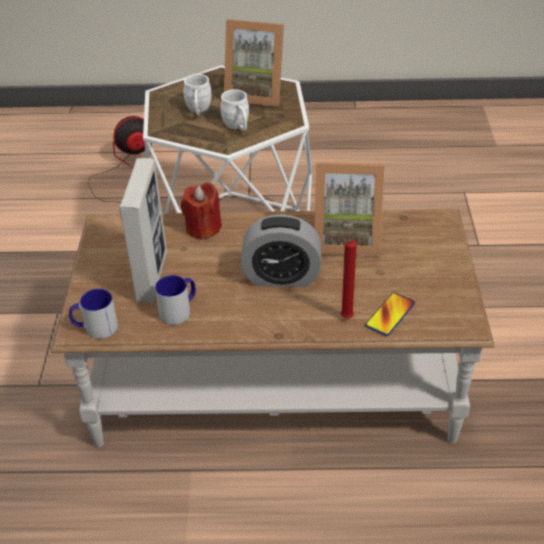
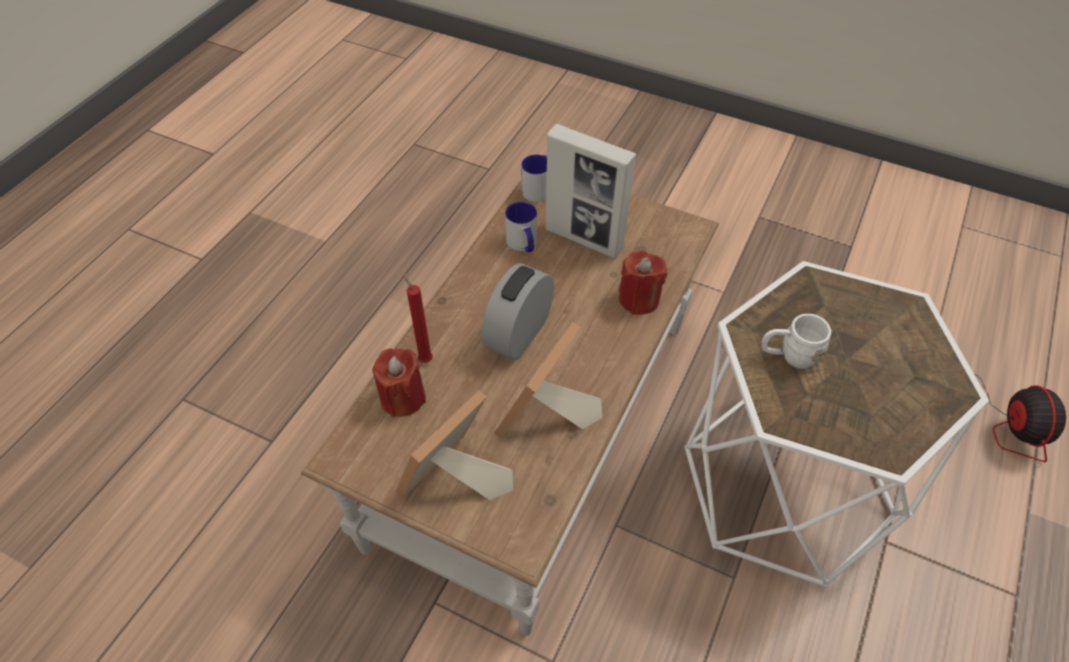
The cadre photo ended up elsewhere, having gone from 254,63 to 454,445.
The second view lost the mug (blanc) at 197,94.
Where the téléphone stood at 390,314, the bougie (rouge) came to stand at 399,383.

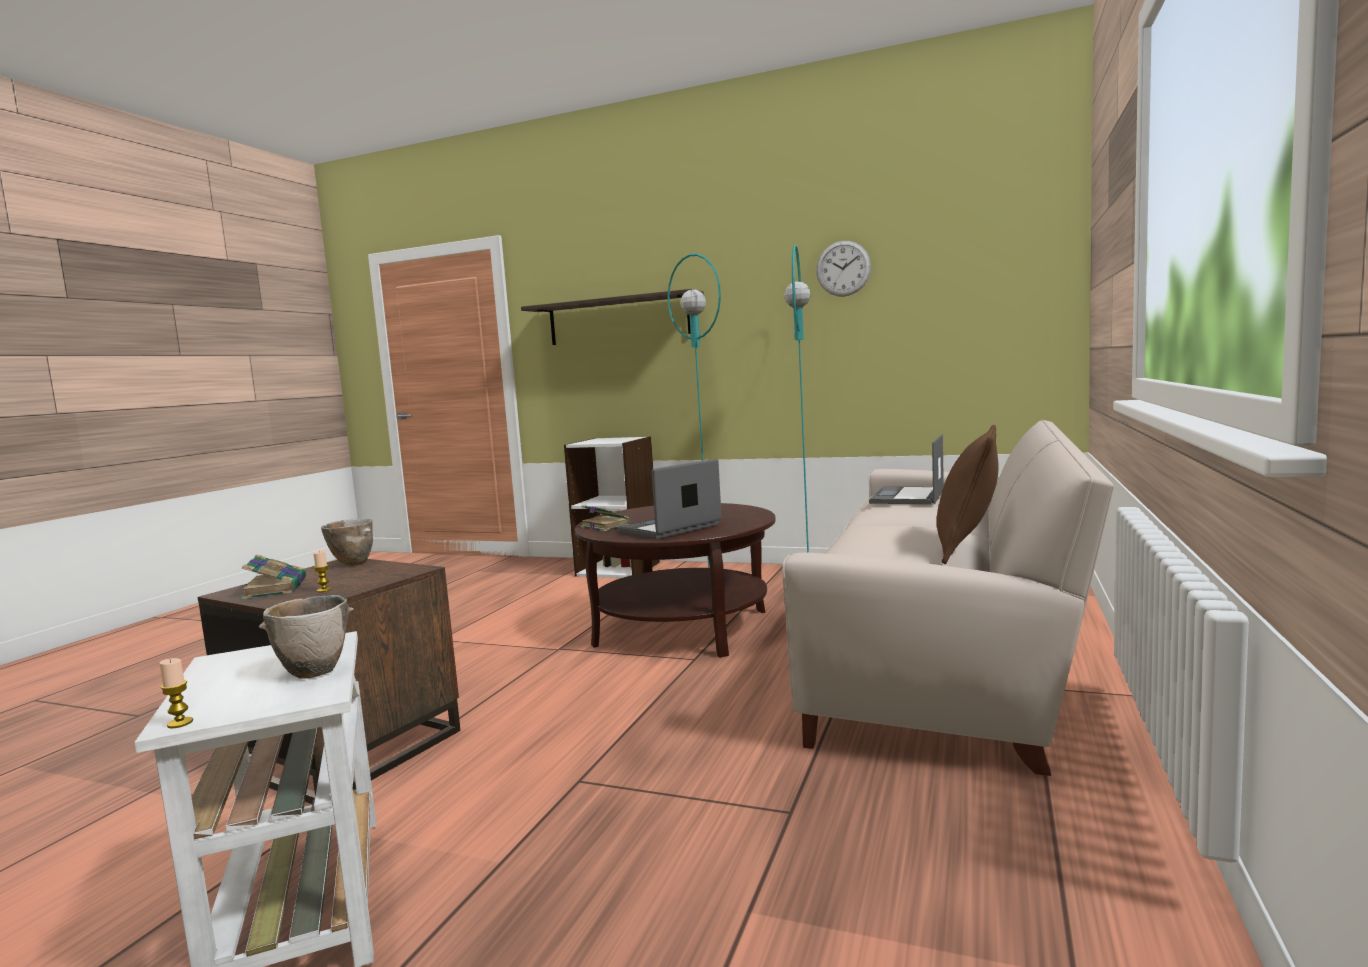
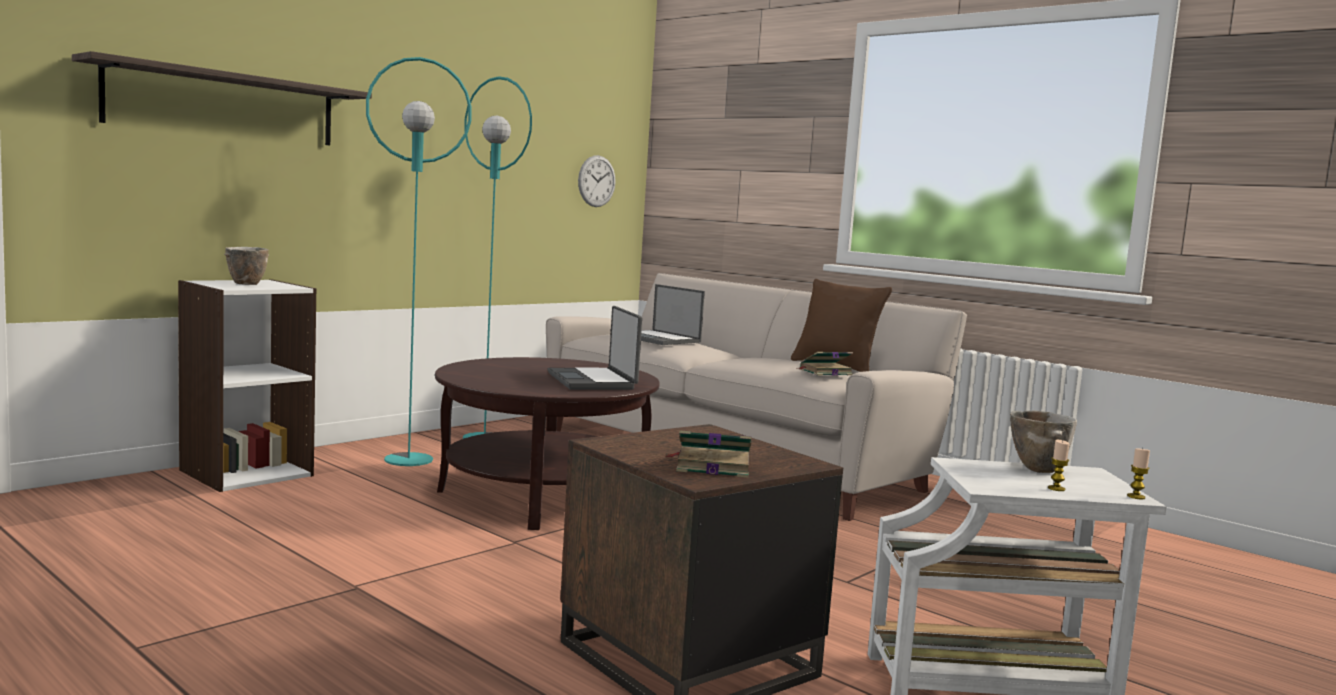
The horloge murale ended up elsewhere, having gone from 843,269 to 597,181.
The livre ended up elsewhere, having gone from 605,518 to 825,364.
The bol ended up elsewhere, having gone from 347,542 to 246,266.
The bougie ended up elsewhere, having gone from 322,571 to 1058,465.

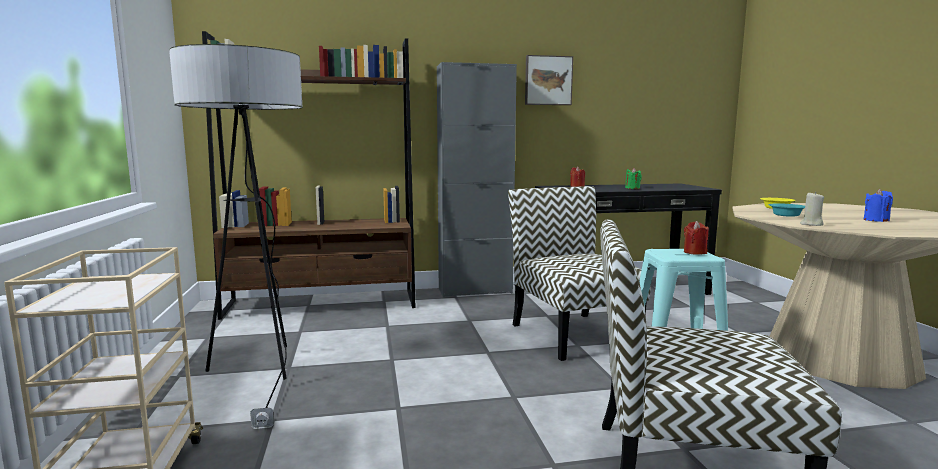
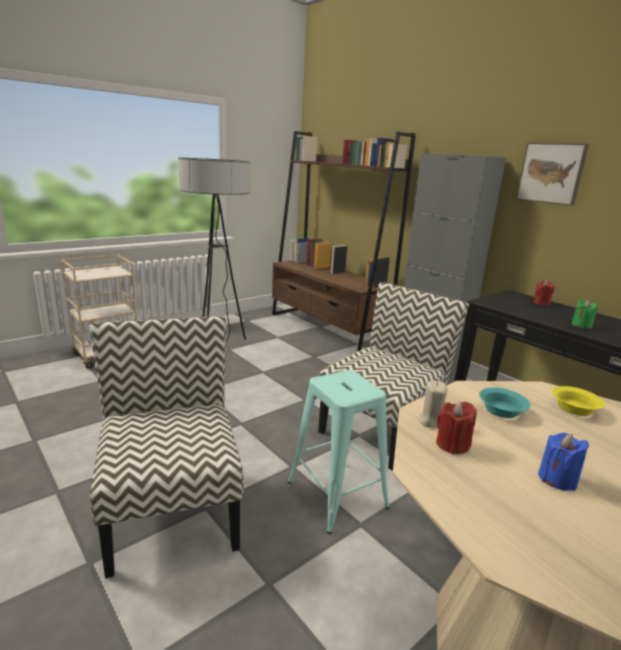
The bougie (rouge) ended up elsewhere, having gone from 696,238 to 456,428.

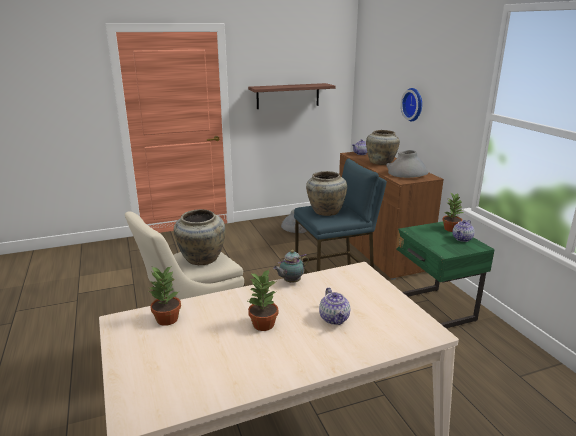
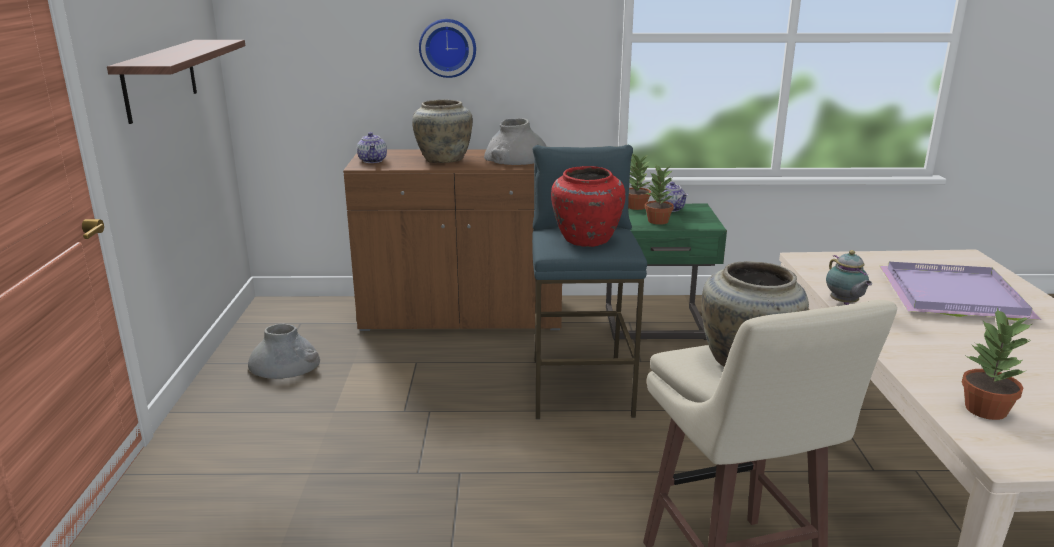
What was the vase (beige) at 326,193 turned into the vase (rouge) at 588,206.
The plante en pot ended up elsewhere, having gone from 263,300 to 659,195.
Where the théière stood at 334,306, the plateau (violet) came to stand at 961,291.

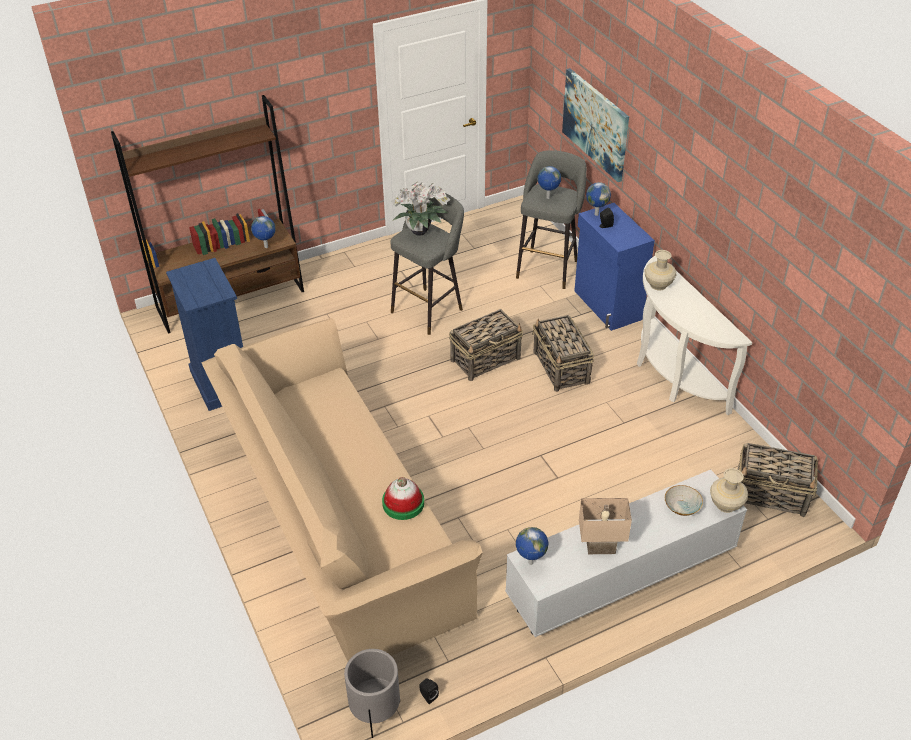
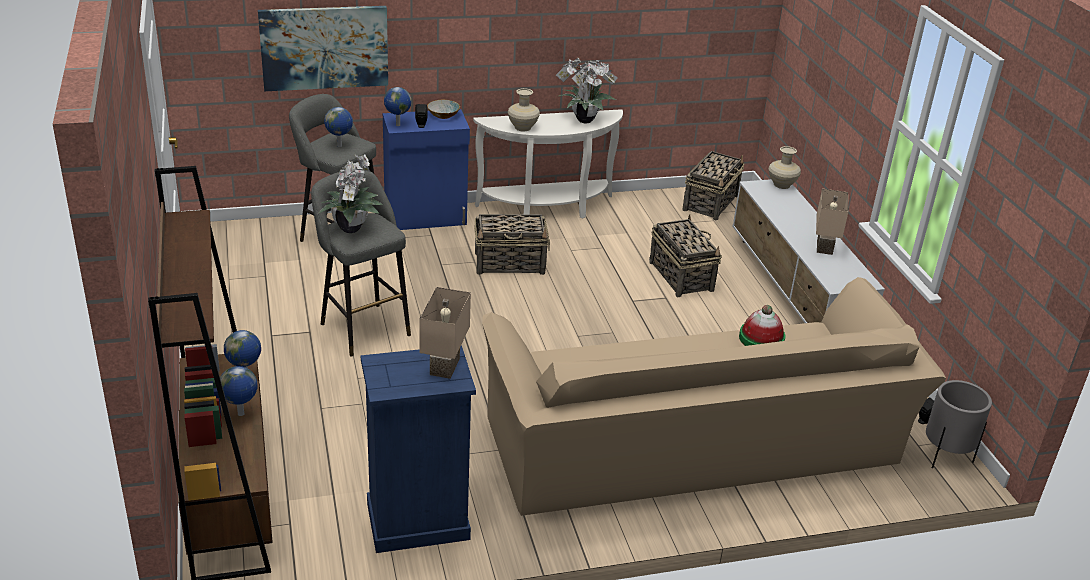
The panier ended up elsewhere, having gone from 486,345 to 685,255.
The bol ended up elsewhere, having gone from 684,500 to 443,109.
The globe ended up elsewhere, having gone from 532,546 to 239,391.
The second view gained the plante en pot at 587,90.
The second view gained the lampe de table (beige) at 445,333.

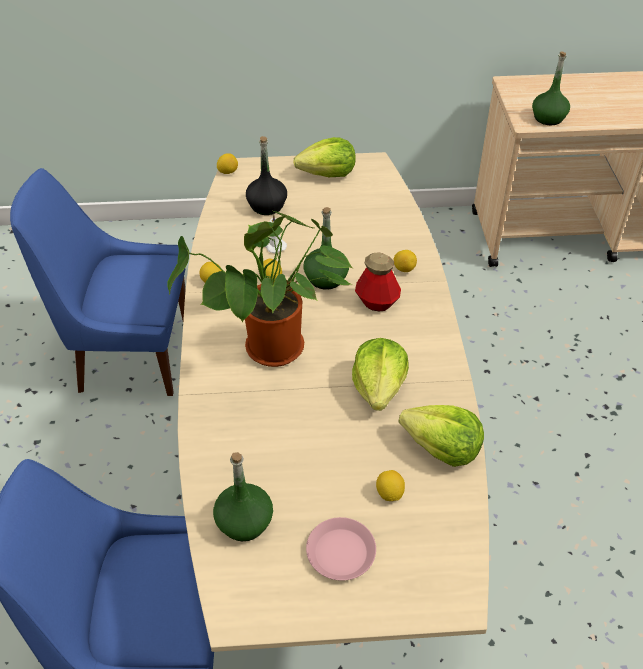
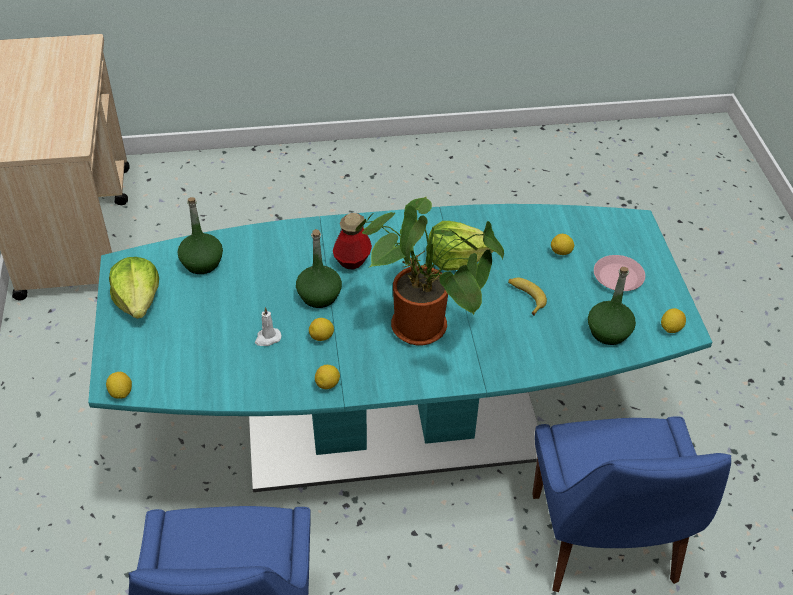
The bouteille (vert) ended up elsewhere, having gone from 551,88 to 200,235.
The second view lost the bouteille (noir) at 266,175.
What was the table à manger (beige) at 333,402 turned into the table à manger (turquoise) at 400,348.
The citron ended up elsewhere, having gone from 405,261 to 673,320.
The second view lost the laitue at 441,436.
The second view gained the banane at 527,297.

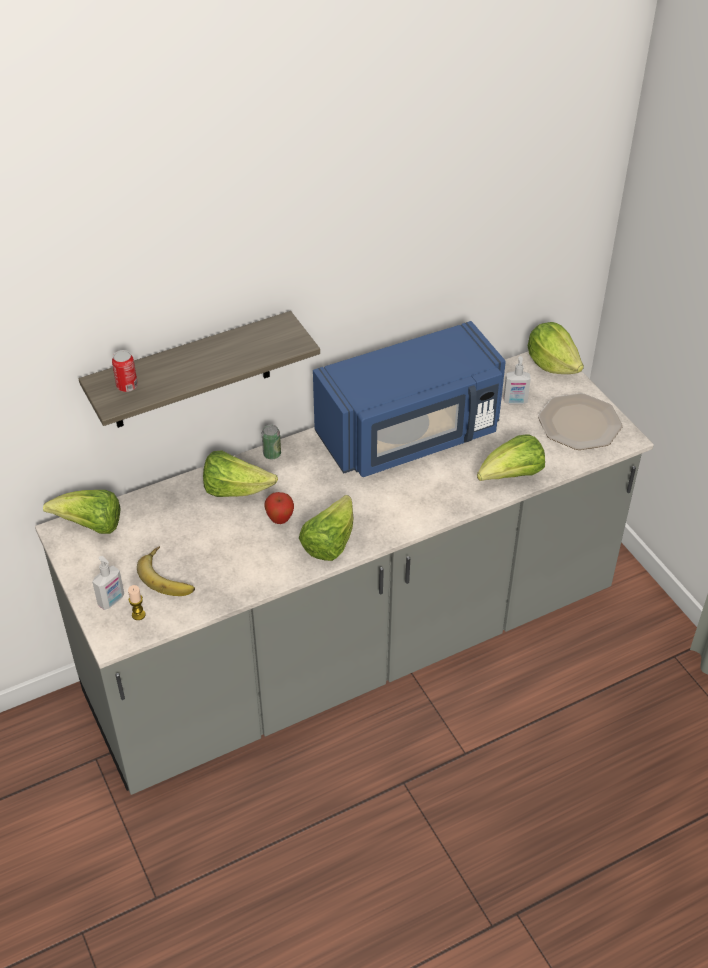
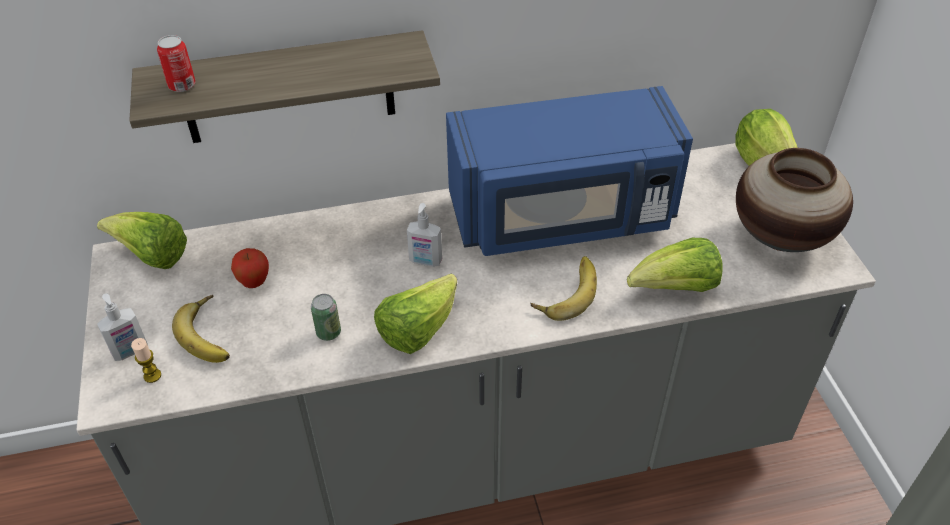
The distributeur de savon ended up elsewhere, having gone from 517,380 to 424,235.
Where the assiette stood at 580,421, the vase came to stand at 794,200.
The boîte métallique ended up elsewhere, having gone from 271,441 to 326,317.
The second view lost the laitue at 240,473.
The pomme ended up elsewhere, having gone from 279,508 to 250,268.
The second view gained the banane at 563,288.

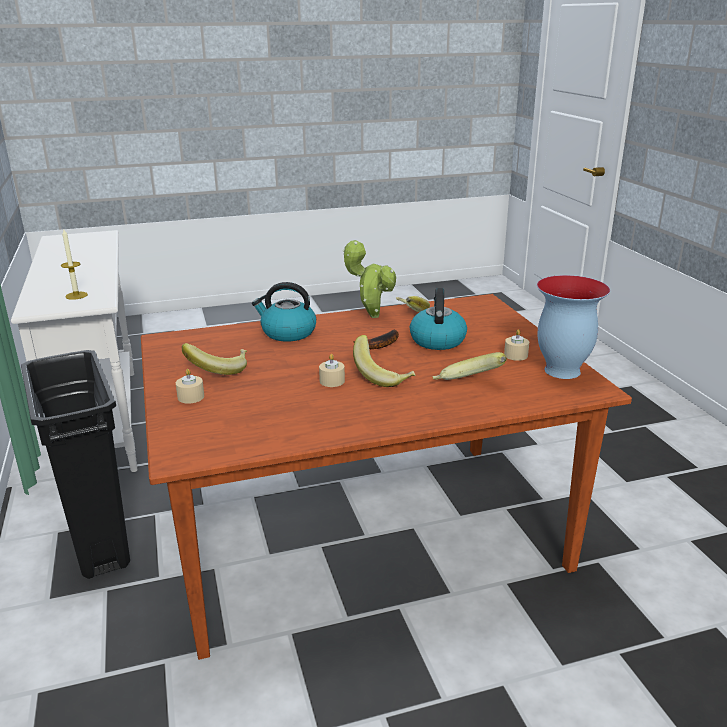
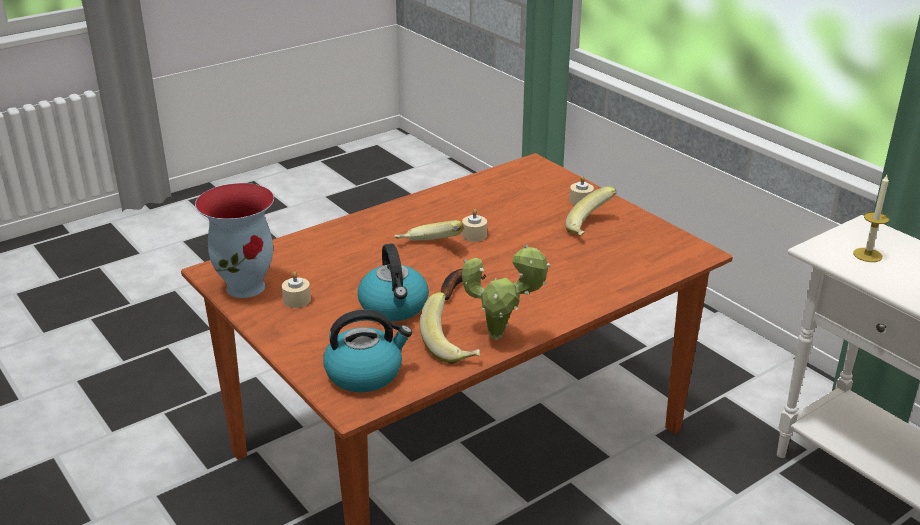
The bouilloire ended up elsewhere, having gone from 284,311 to 367,350.
The second view lost the poubelle (noir) at 75,464.
The second view lost the banane at 470,366.

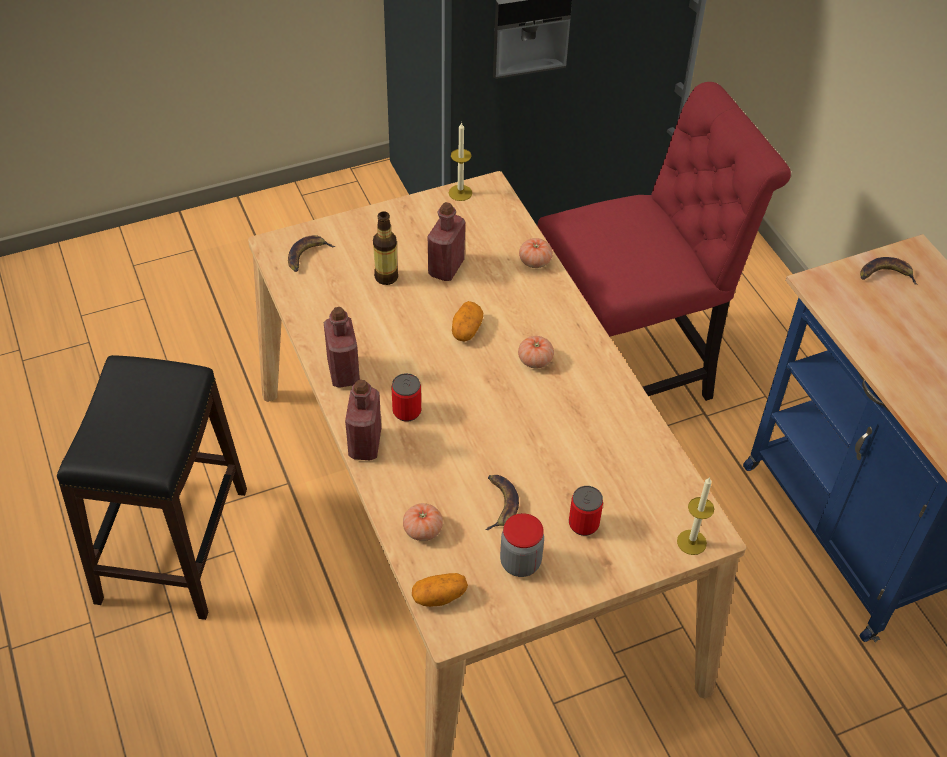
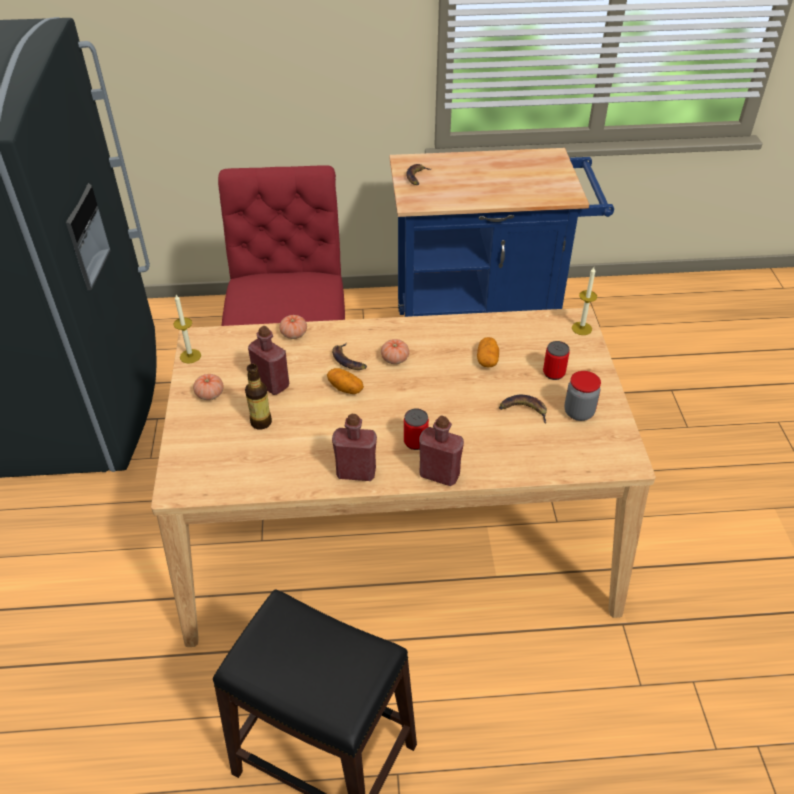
The banane ended up elsewhere, having gone from 311,253 to 349,356.
The tomate ended up elsewhere, having gone from 423,522 to 208,387.
The pomme de terre ended up elsewhere, having gone from 440,590 to 488,352.

